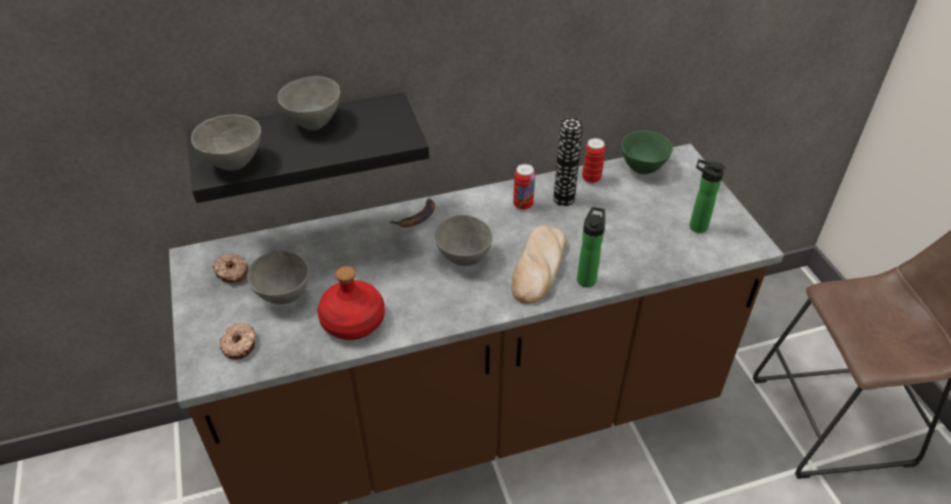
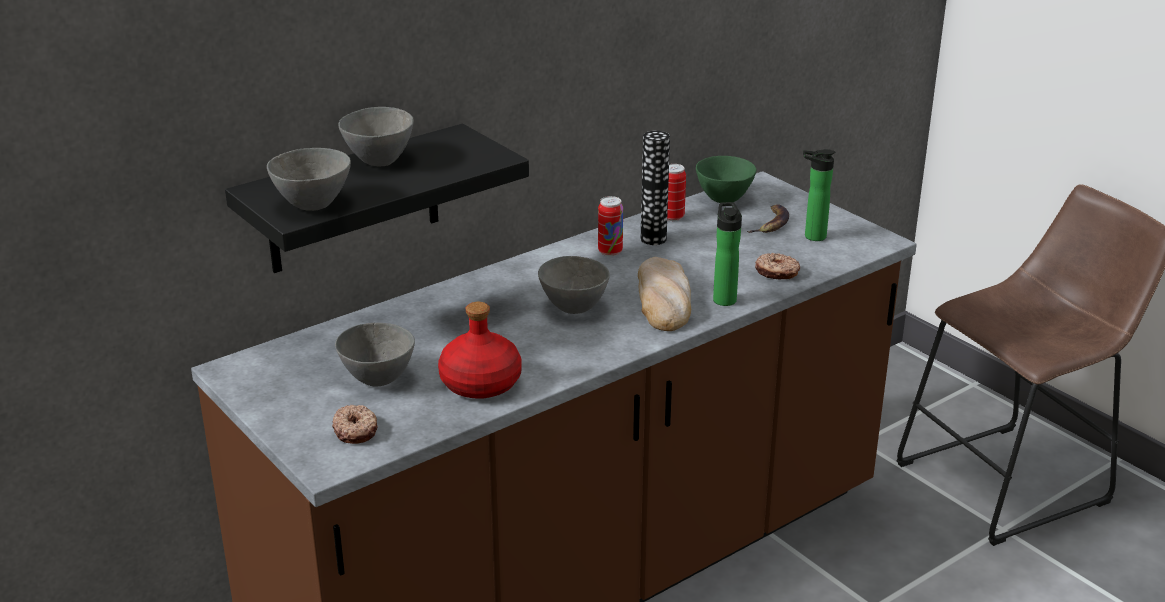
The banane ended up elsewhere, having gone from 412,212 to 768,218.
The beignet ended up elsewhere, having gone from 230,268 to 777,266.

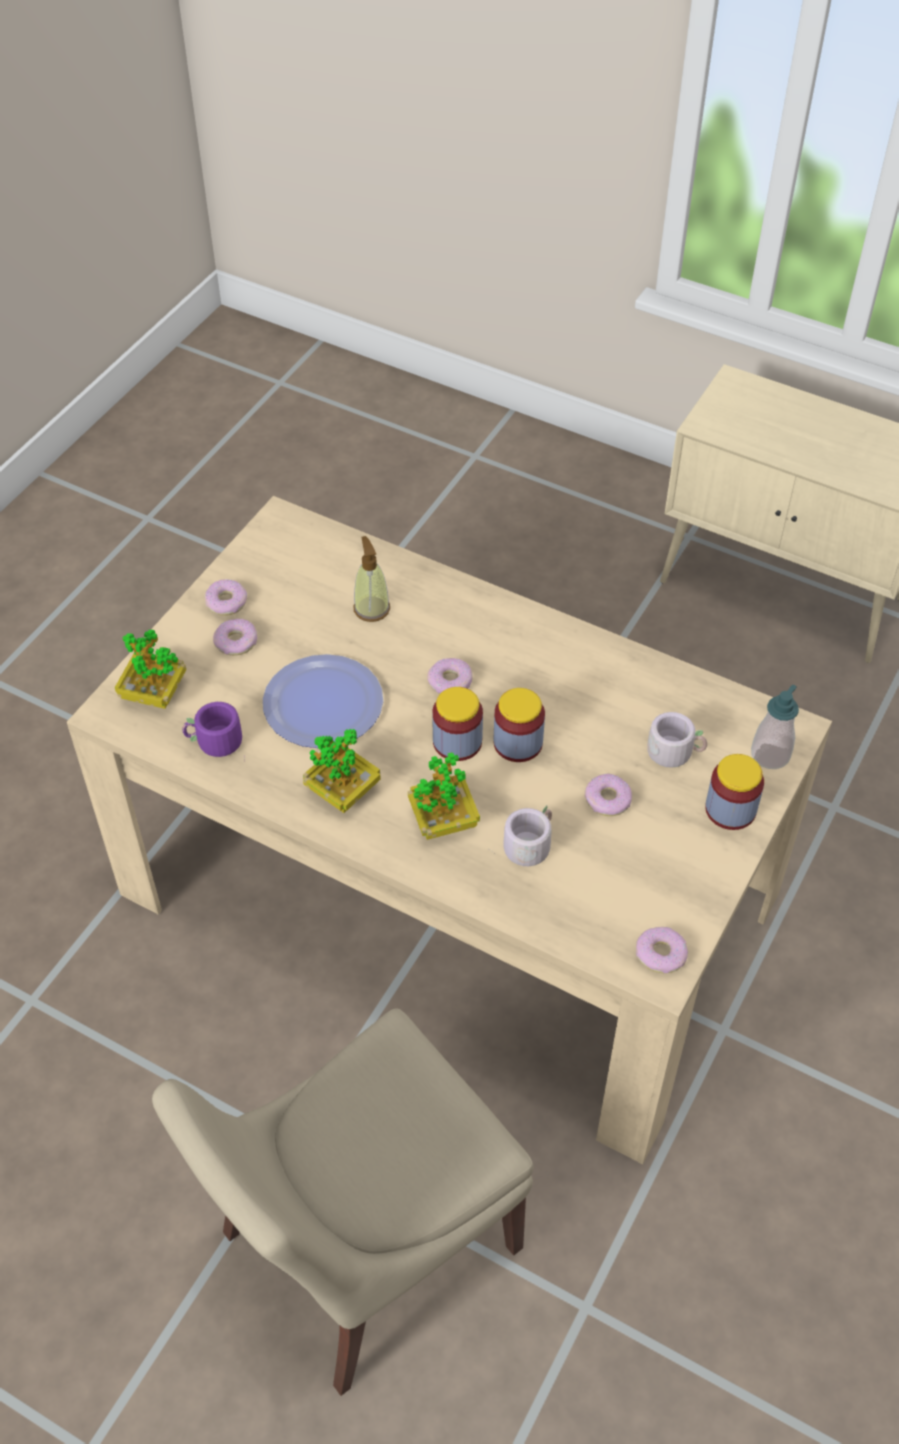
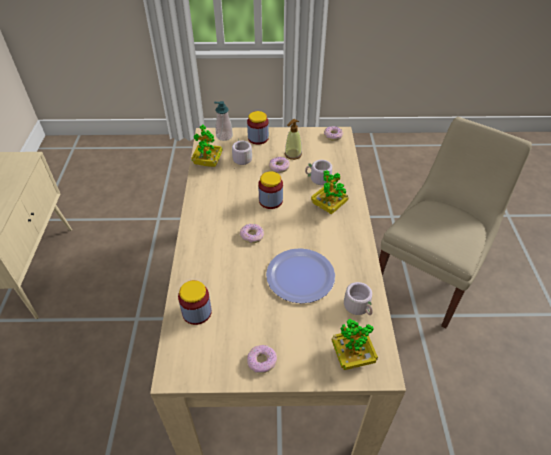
The distributeur de savon ended up elsewhere, having gone from 371,579 to 293,139.
The second view lost the beignet at 235,637.
The bocal ended up elsewhere, having gone from 457,724 to 195,302.
What was the mug (violet) at 212,729 turned into the mug (gris) at 358,298.
The plante en pot ended up elsewhere, having gone from 342,771 to 207,146.
The chaise (beige) at 343,1202 ended up facing another way, 75 degrees counterclockwise from before.

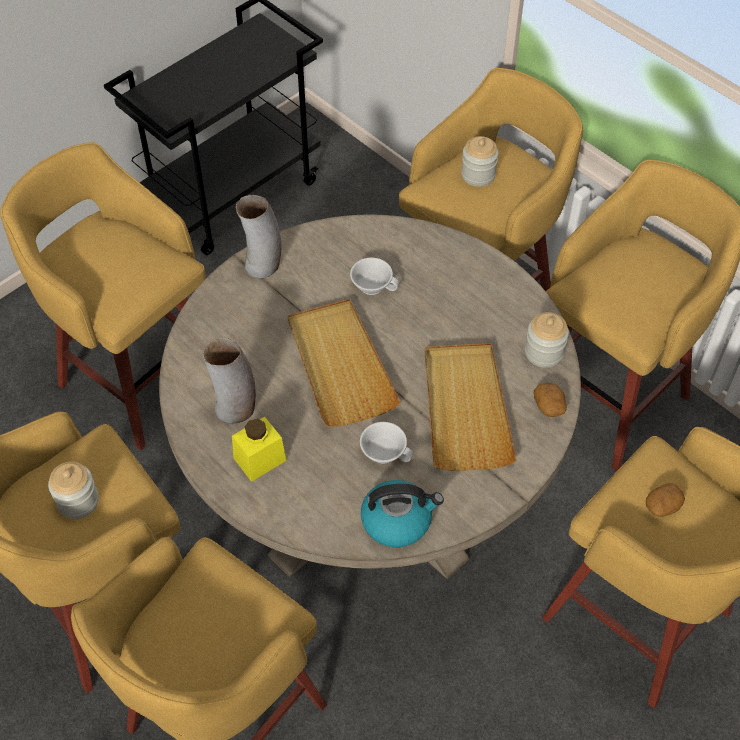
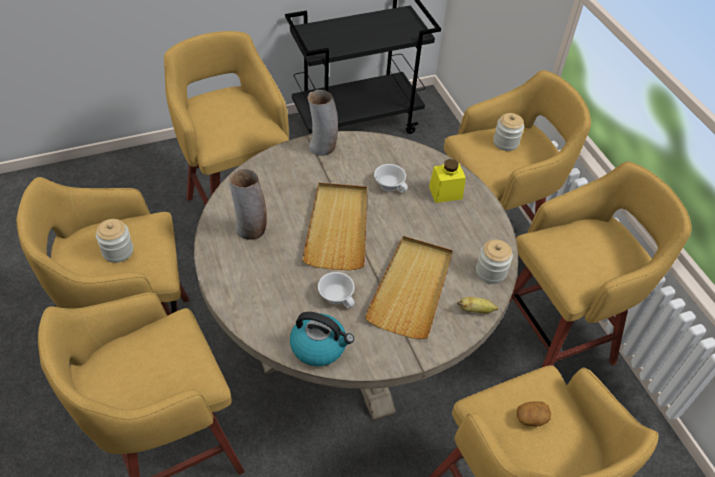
Where the pomme de terre stood at 550,400, the banane came to stand at 477,305.
The bocal (jaune) ended up elsewhere, having gone from 259,449 to 447,181.

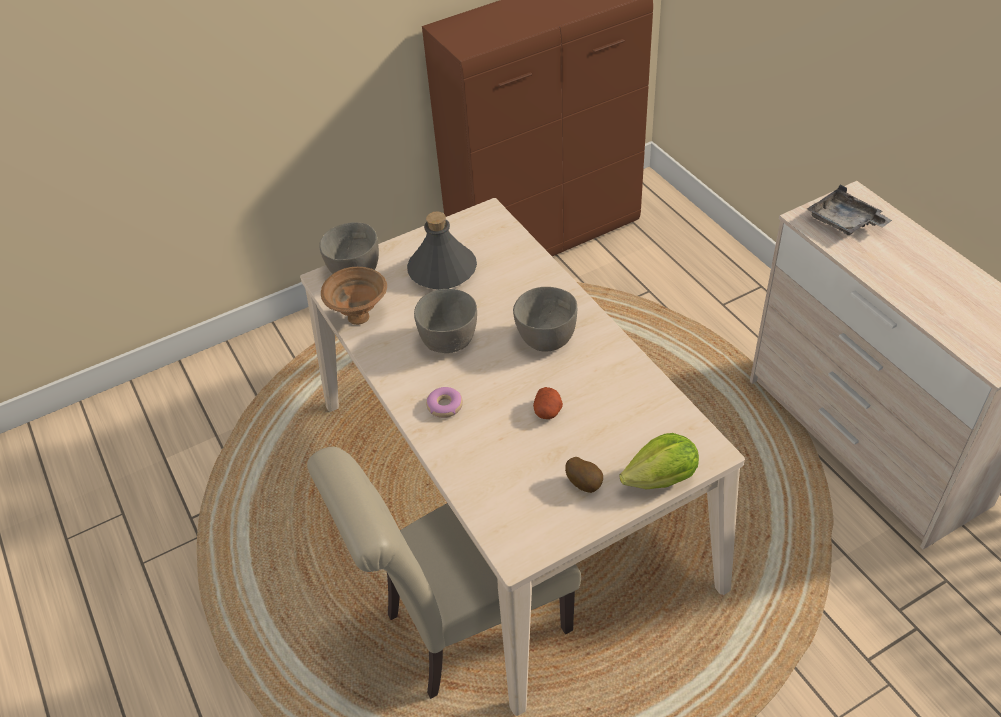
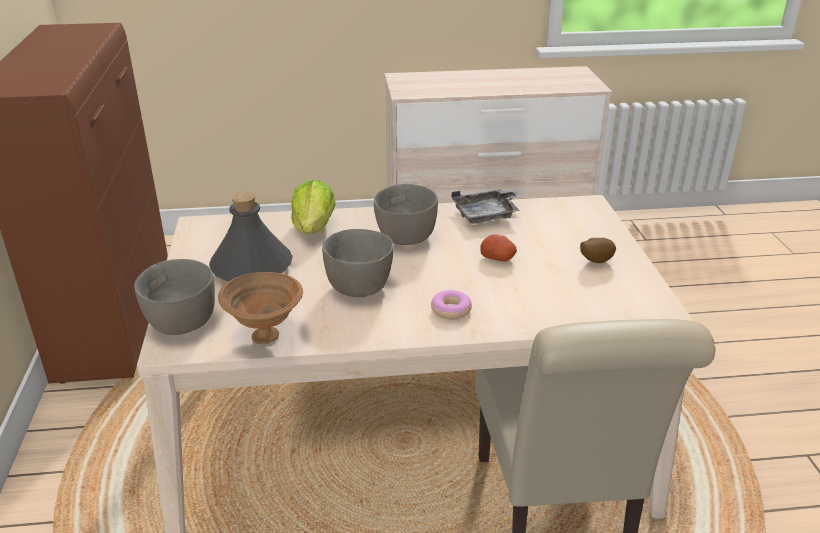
The plateau (gris) ended up elsewhere, having gone from 849,210 to 487,206.
The laitue ended up elsewhere, having gone from 659,461 to 313,207.

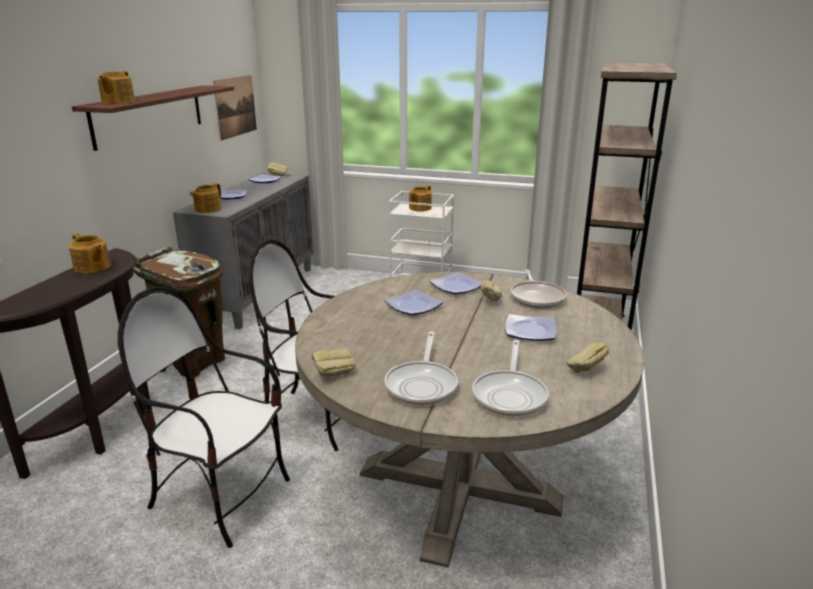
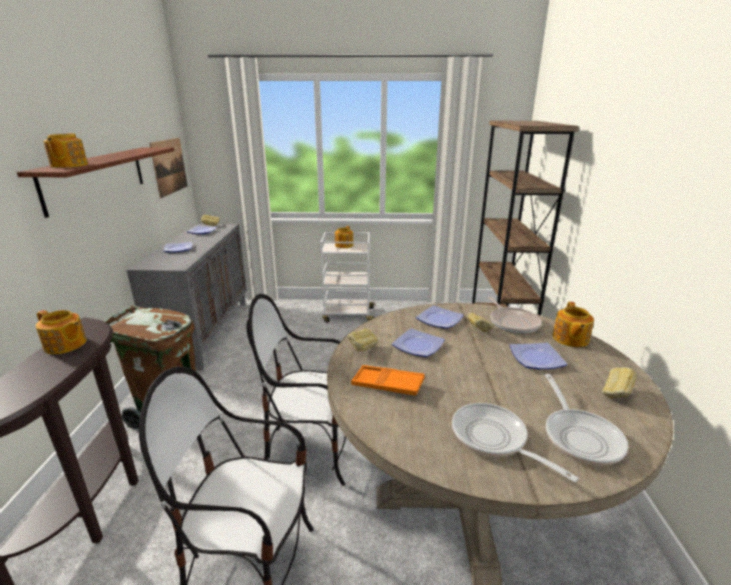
The théière ended up elsewhere, having gone from 205,198 to 573,324.
The poêle at 421,368 ended up facing another way, 150 degrees clockwise from before.
The pain ended up elsewhere, having gone from 333,362 to 362,339.
The second view gained the plateau (orange) at 388,380.

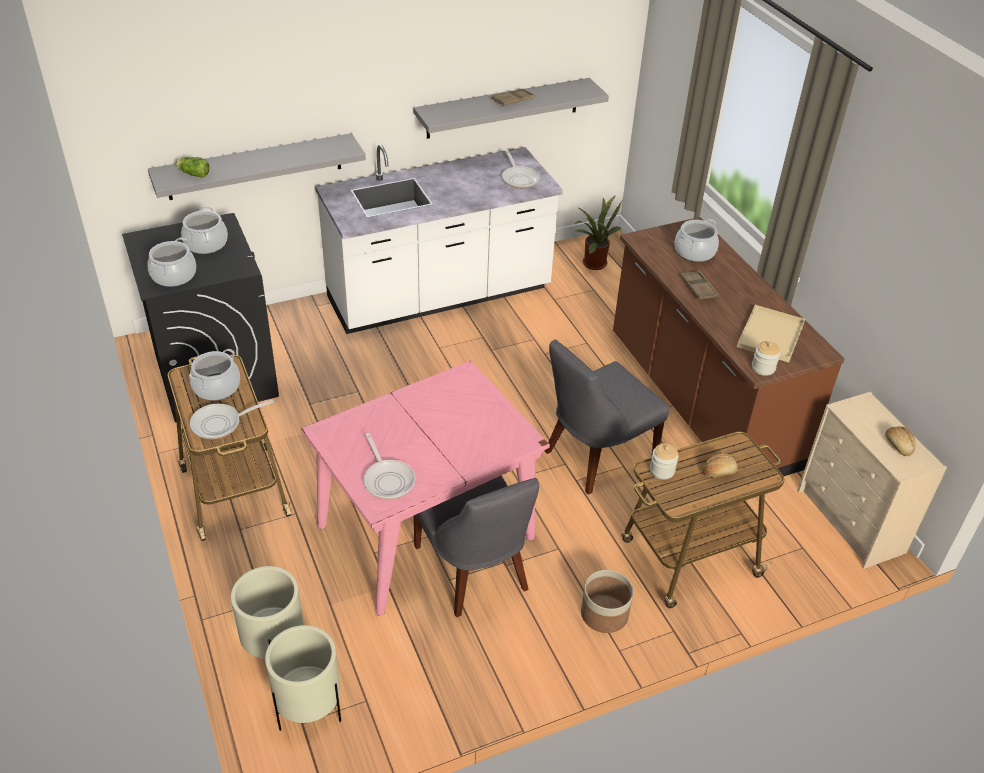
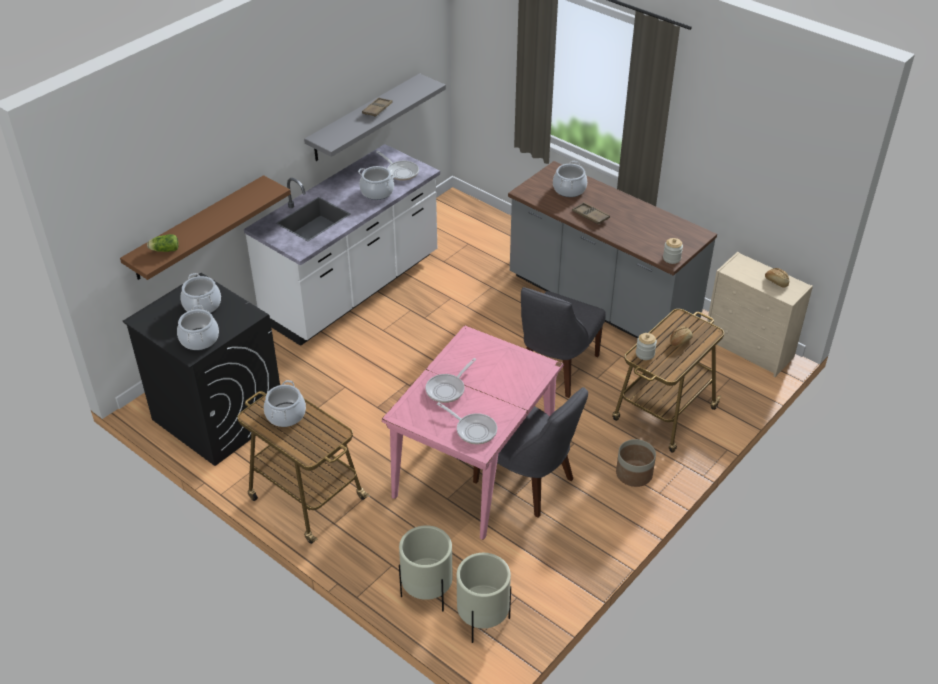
What was the étagère (gris) at 257,166 turned into the étagère (marron) at 205,227.
The second view lost the plante en pot at 598,232.
What was the comptoir de cuisine (marron) at 728,346 turned into the comptoir de cuisine (gris) at 612,253.
The second view lost the plateau (beige) at 771,334.
The poêle ended up elsewhere, having gone from 231,419 to 451,380.
The second view gained the marmite at 376,183.

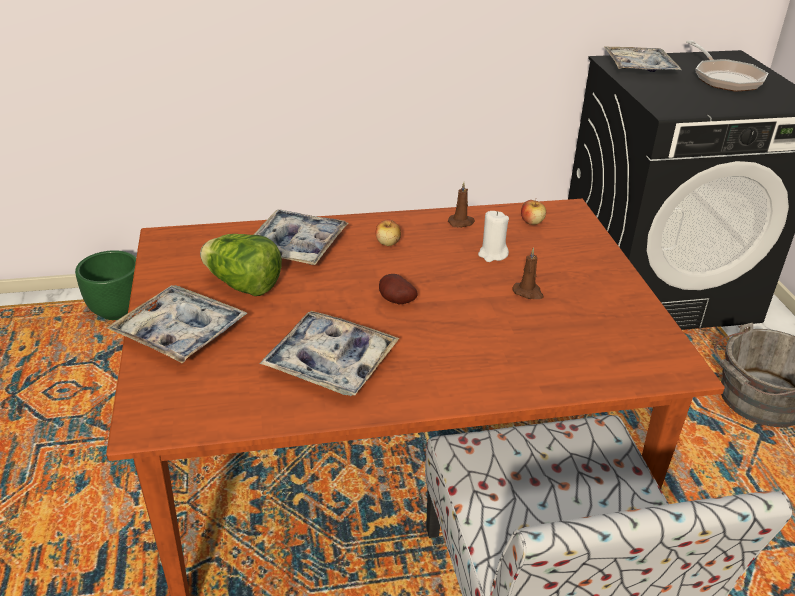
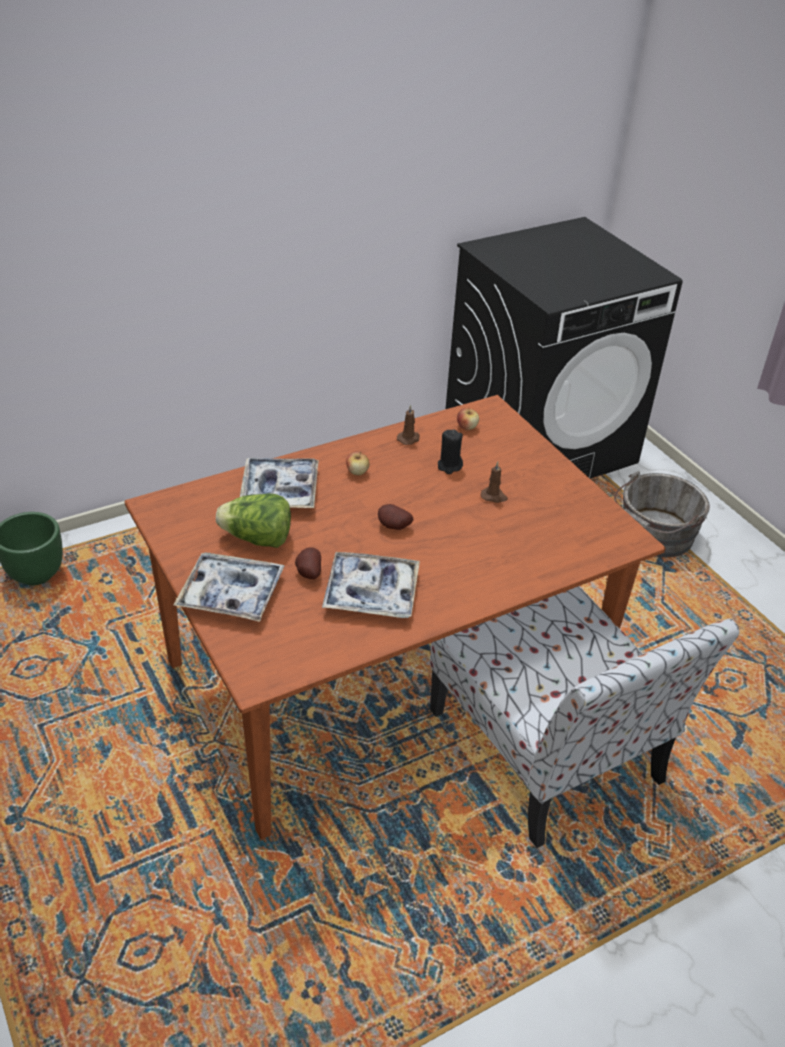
The second view lost the poêle at 727,66.
The second view lost the plateau at 642,59.
What was the bougie (blanc) at 493,236 turned into the bougie (noir) at 450,452.
The second view gained the pomme de terre at 308,563.

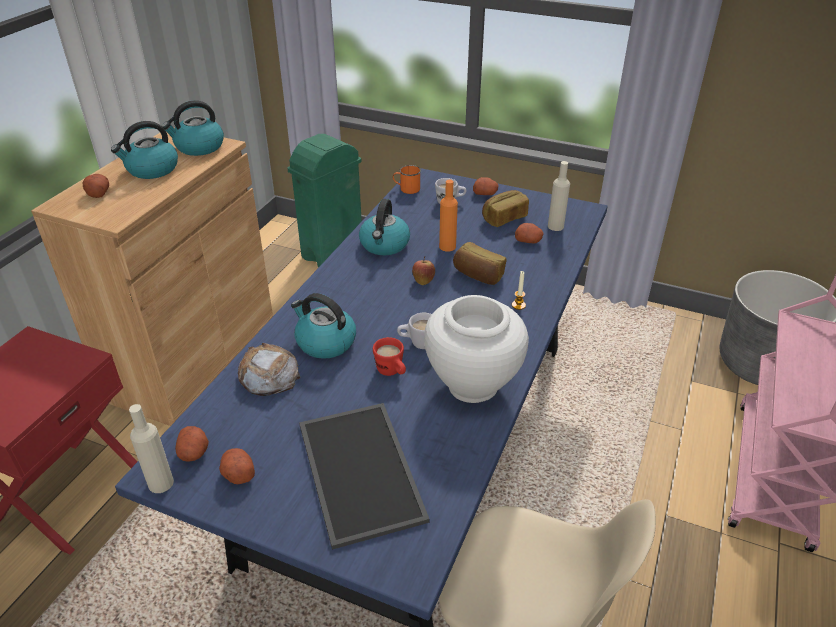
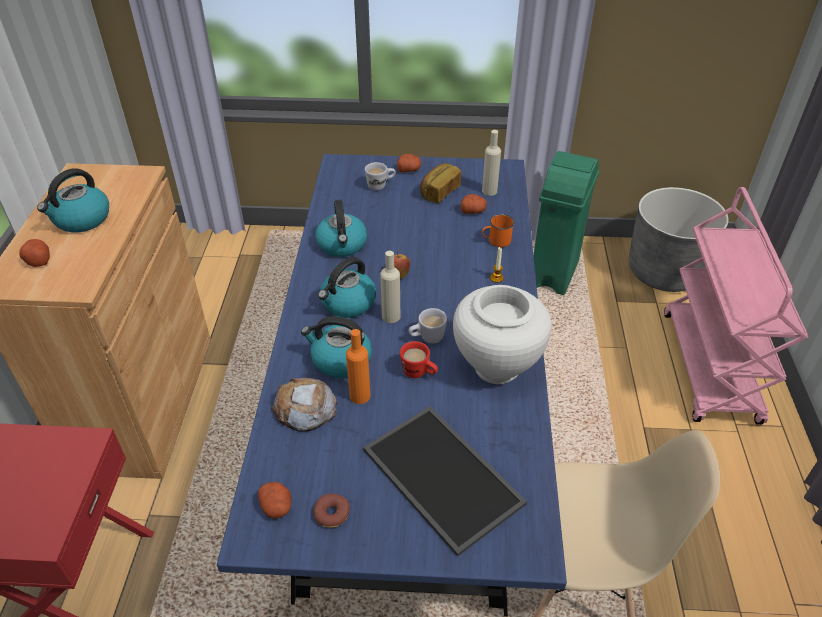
The bouilloire ended up elsewhere, having gone from 193,128 to 347,287.
The poubelle (vert) ended up elsewhere, having gone from 324,201 to 566,223.
The mug (orange) ended up elsewhere, having gone from 407,179 to 498,230.
The bouteille (orange) ended up elsewhere, having gone from 448,216 to 358,366.
The second view lost the pain at 479,263.
The bouteille (beige) ended up elsewhere, having gone from 151,448 to 390,287.
Where the pomme de terre stood at 237,466, the beignet came to stand at 331,511.

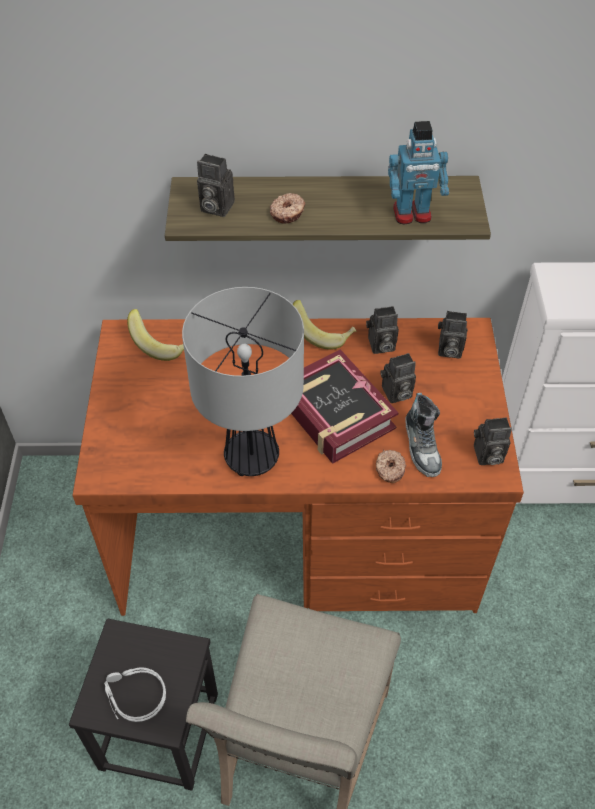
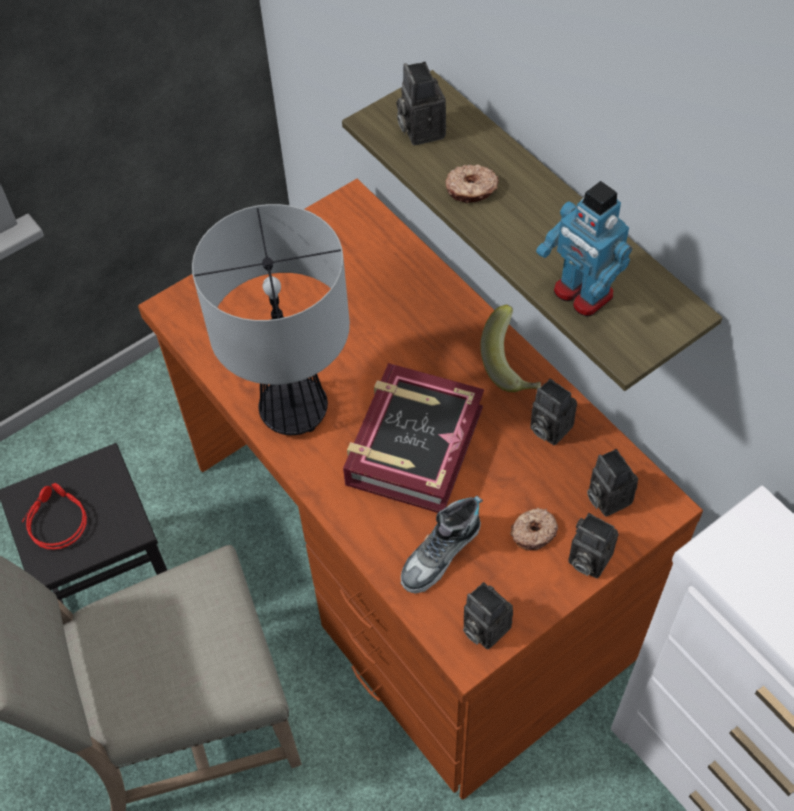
The second view lost the banane at 155,335.
The appareil photo ended up elsewhere, having gone from 398,378 to 593,545.
The beignet ended up elsewhere, having gone from 391,466 to 534,529.
What was the casque audio (gris) at 135,694 turned into the casque audio (rouge) at 54,516.

